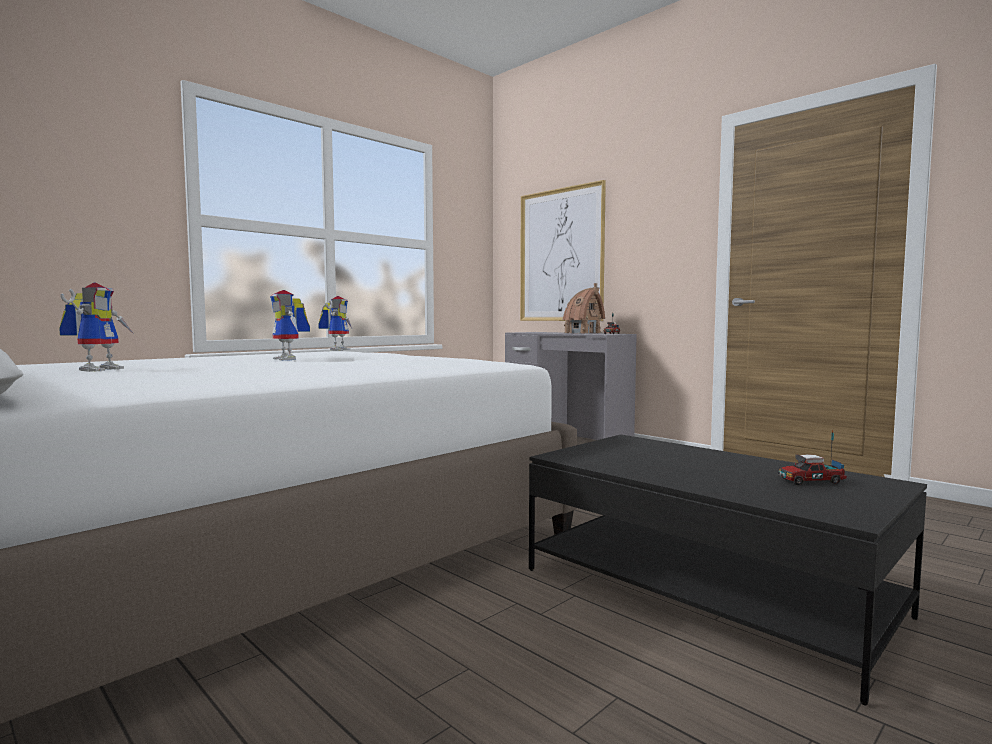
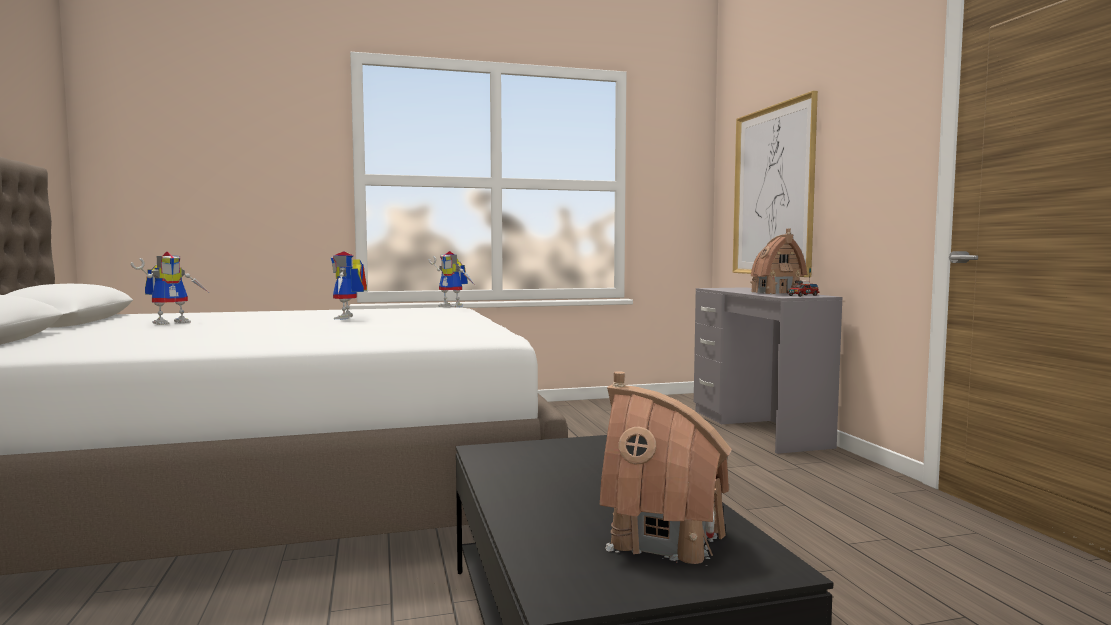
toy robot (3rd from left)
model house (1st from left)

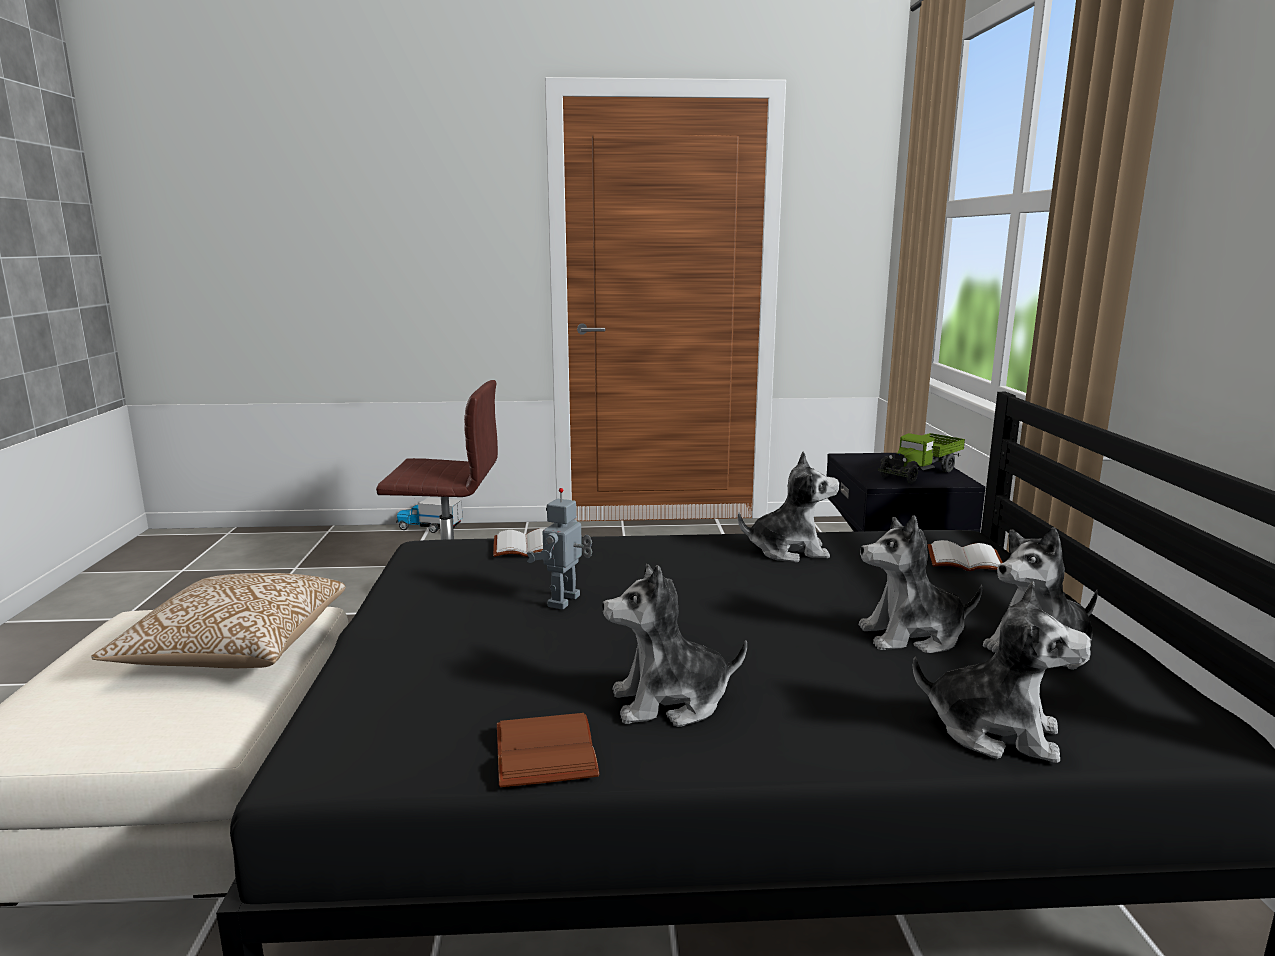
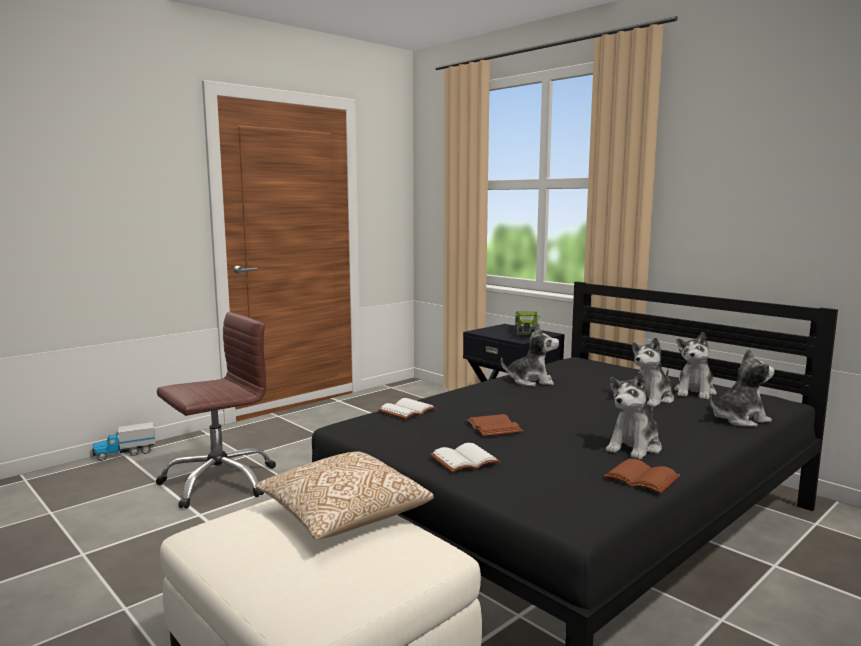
book/white-coloured (2nd from left)
book/brownish (1st from left)
plush toy (1st from left)

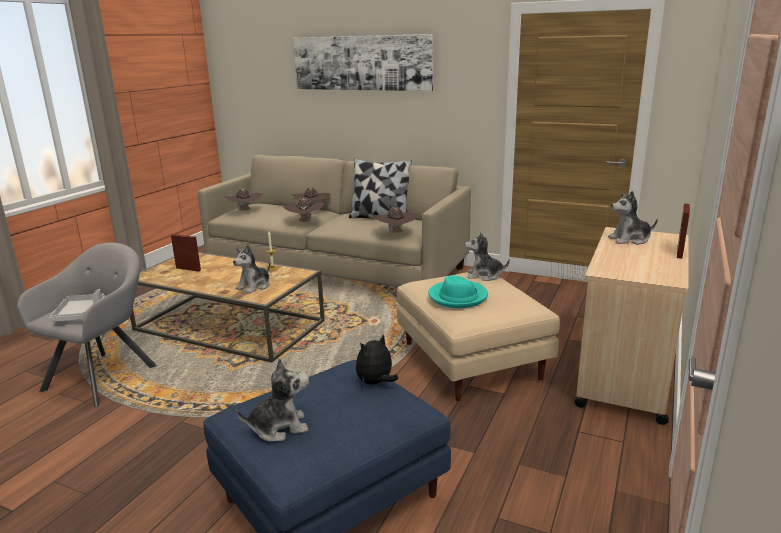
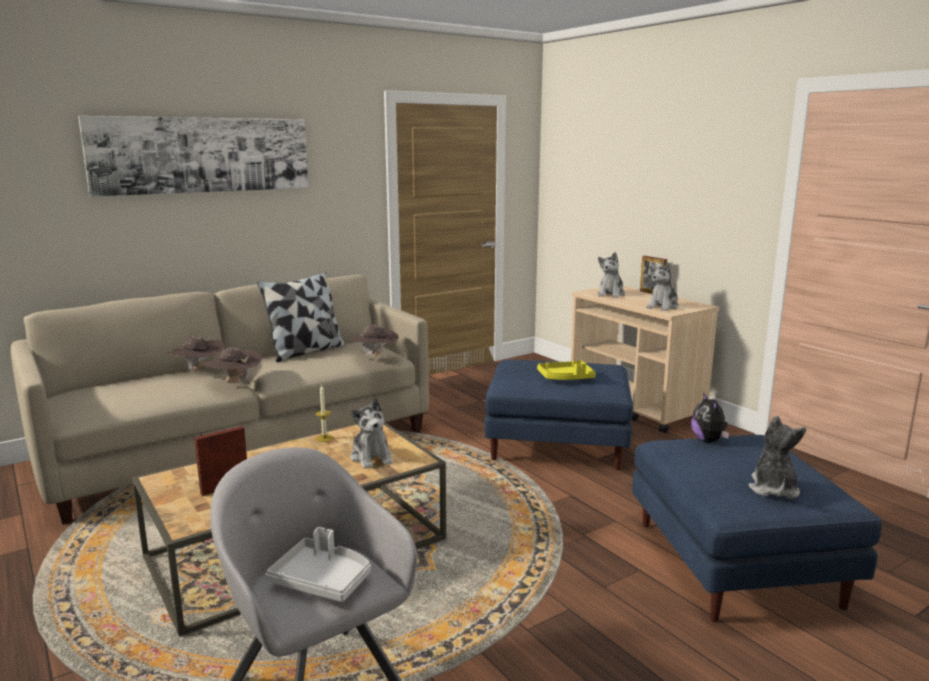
footrest/bluish (1st from left)
tray/yellowish
plush toy (3rd from left)
wearable hat/brownish (1st from left in the first image)

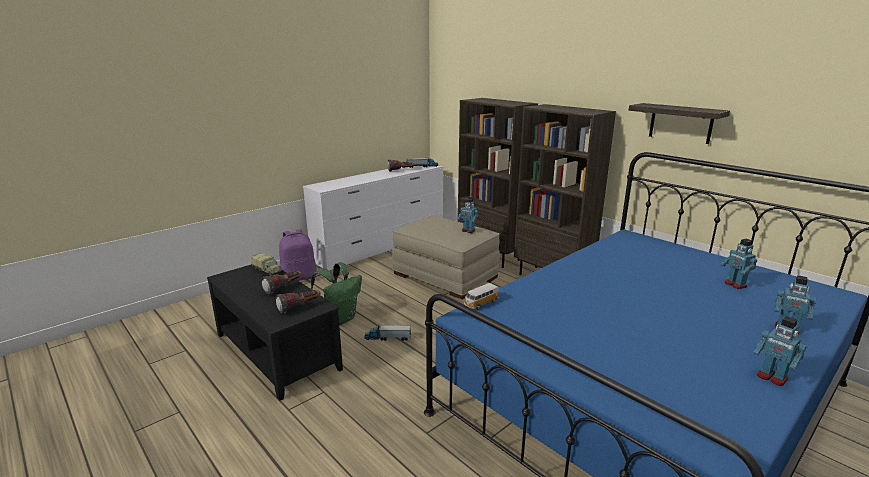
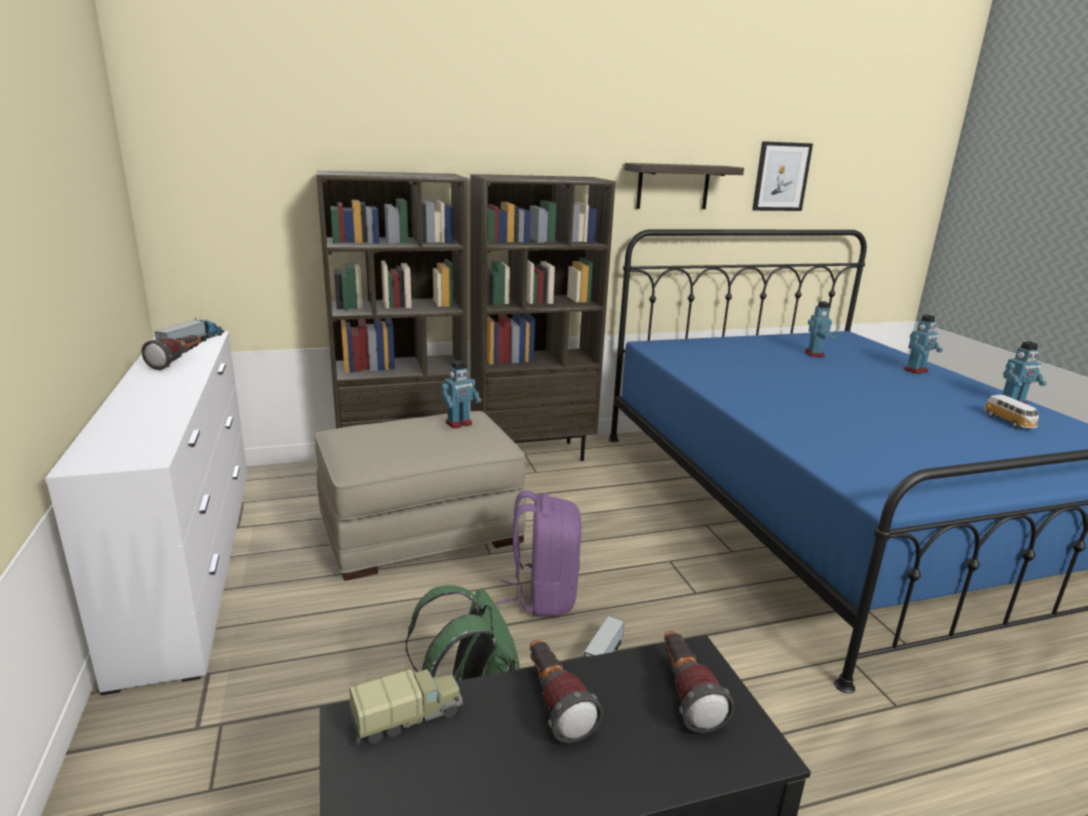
knapsack/purple-coloured
wall art
toy robot (2nd from left)
model car

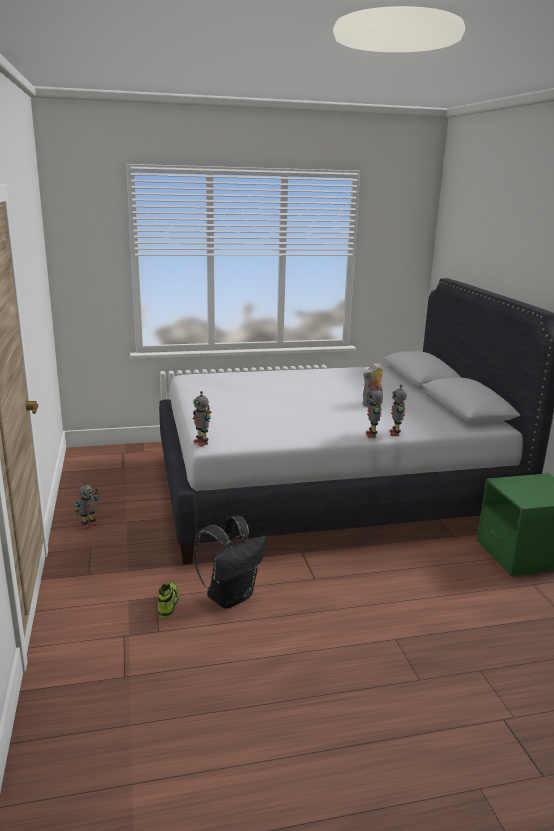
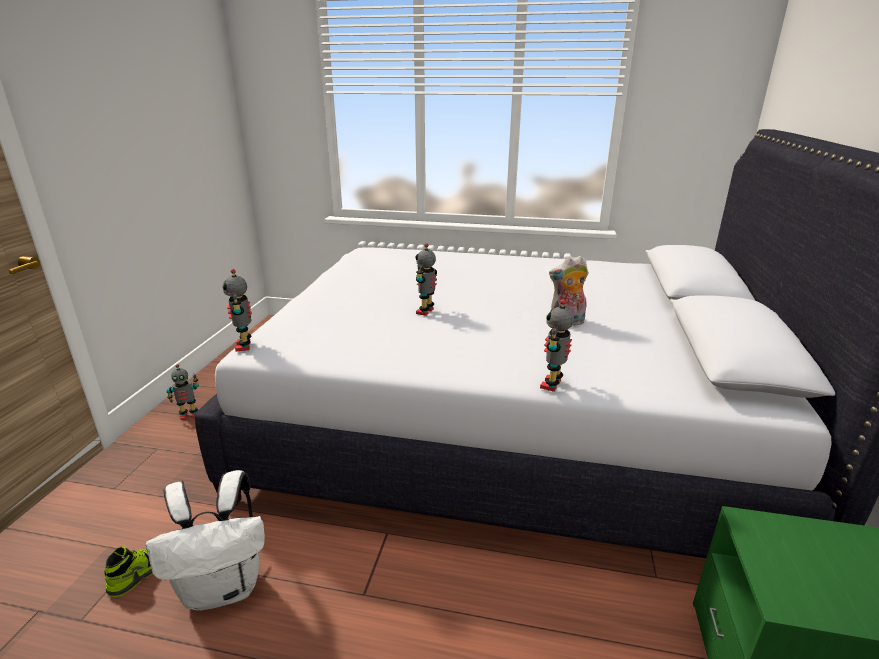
knapsack/white-coloured
toy robot (3rd from left)

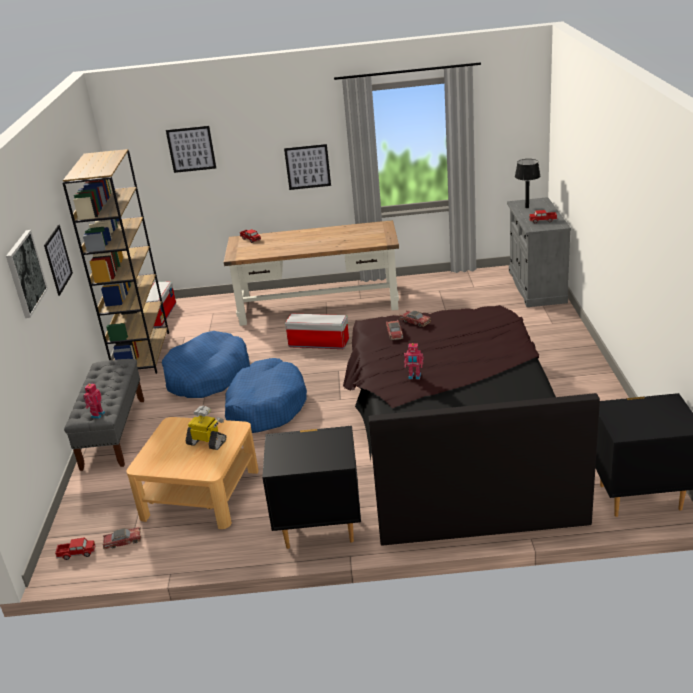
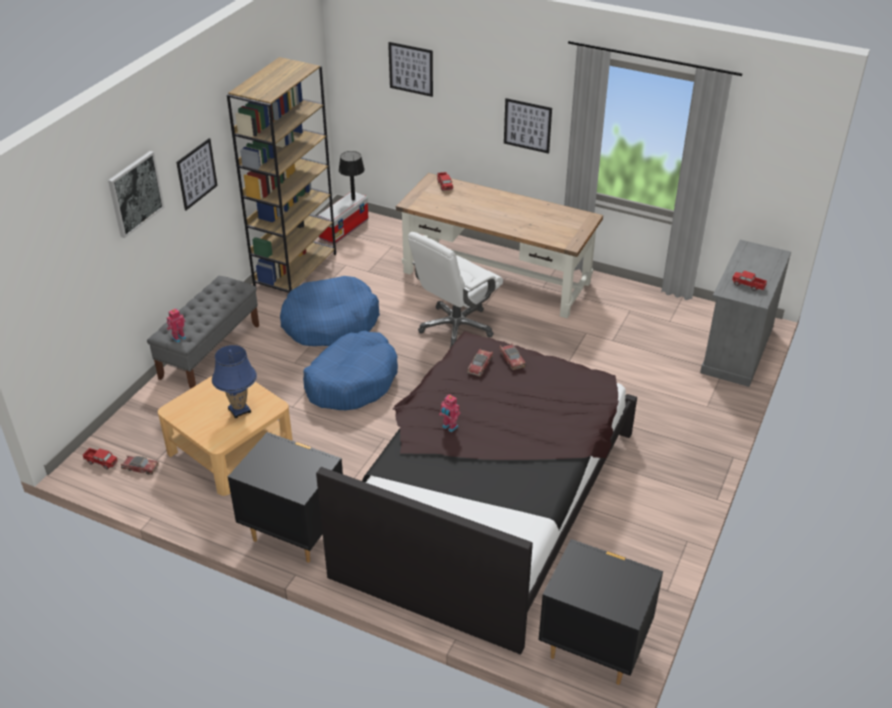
lamp for a table/bluish
lamp for a table/blackish
office chair/white-coloured

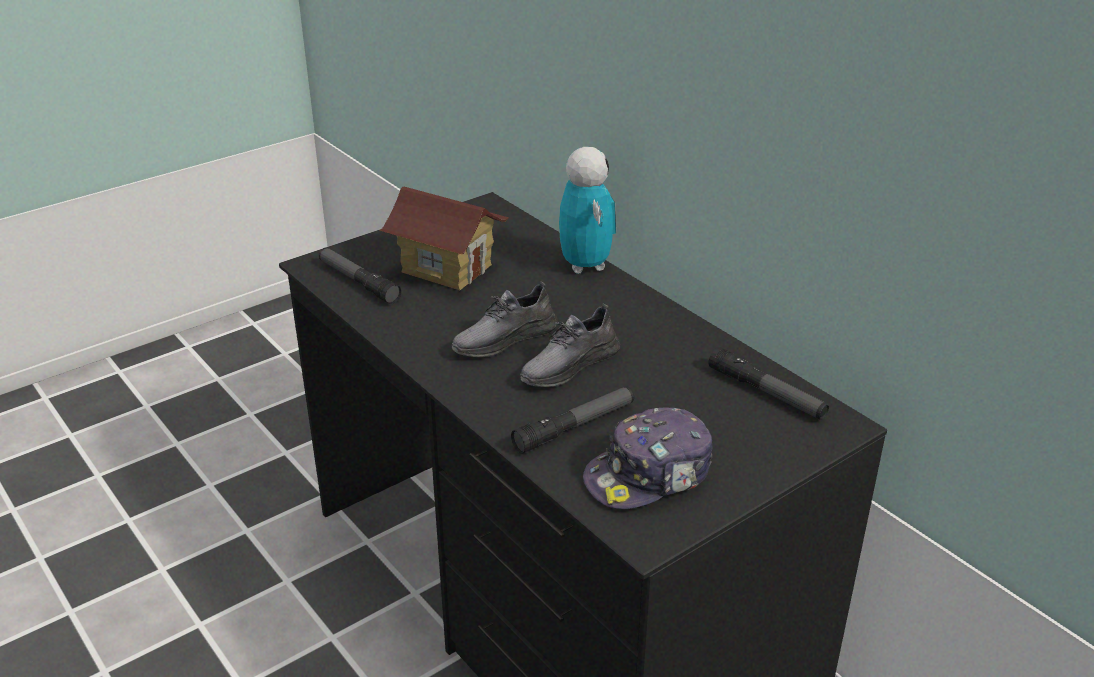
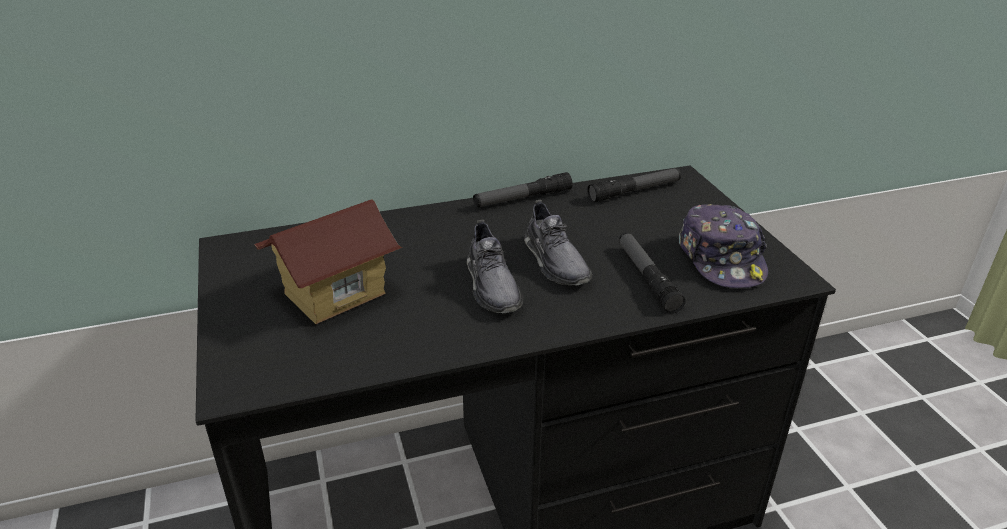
flashlight (1st from left)
toy robot

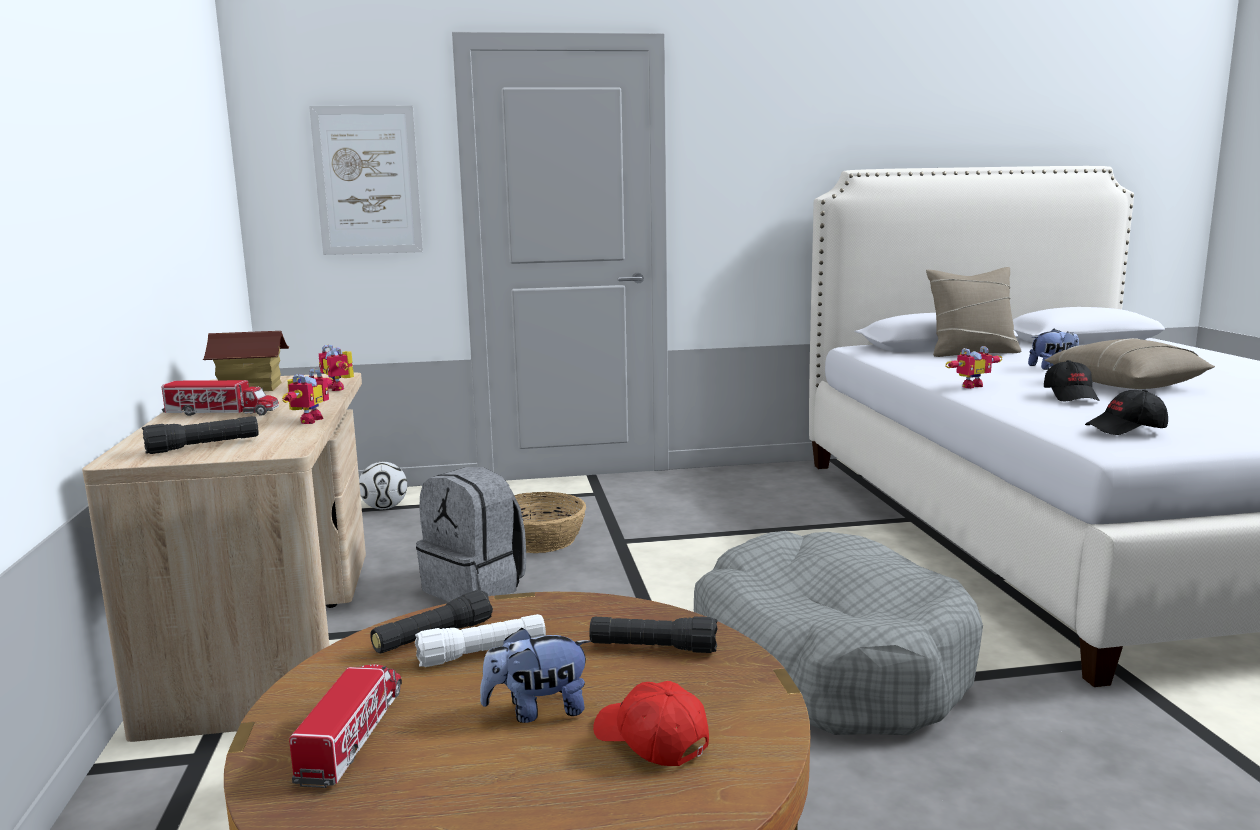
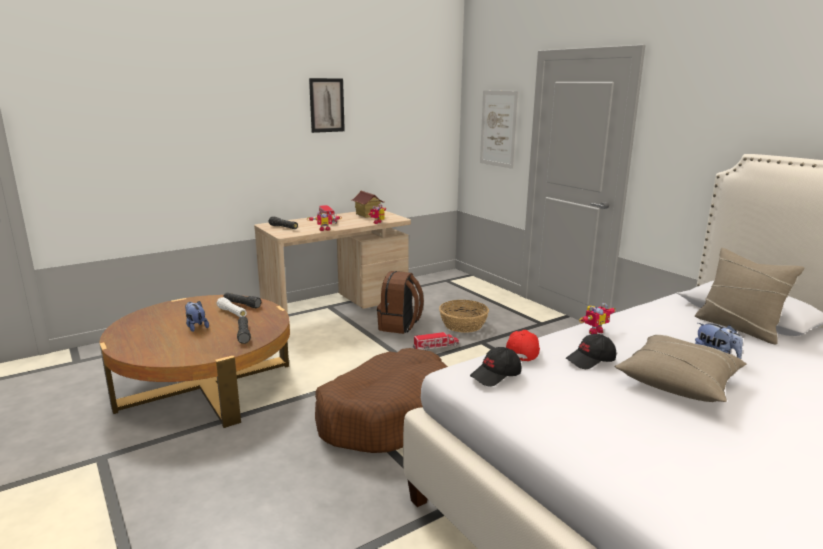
wall art (1st from left)
dog cushion/brownish
knapsack/brownish
model truck (2nd from left)
cap/blackish (1st from left)
cap/red
toy robot (3rd from left)
football ball

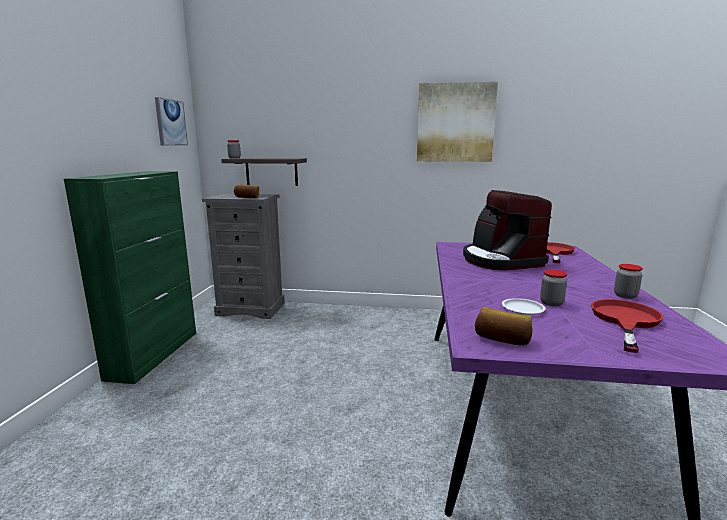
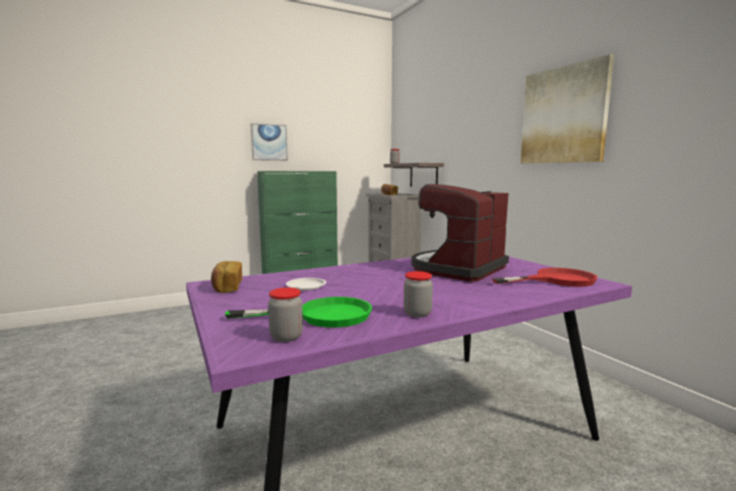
pan/greenish
wall art (1st from left)
preserve jar (1st from left)

